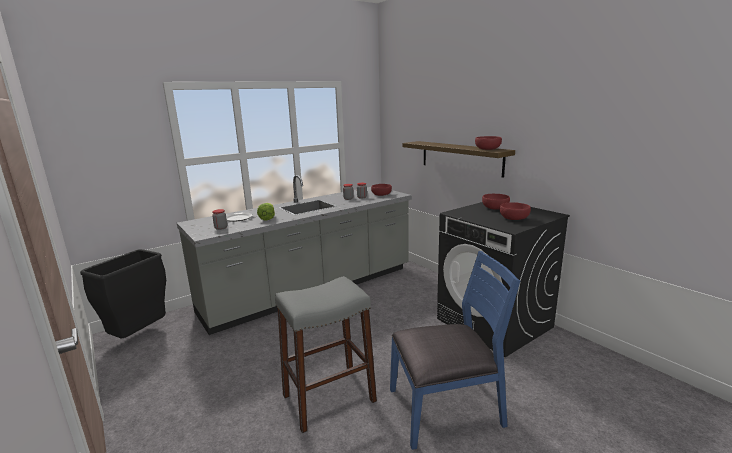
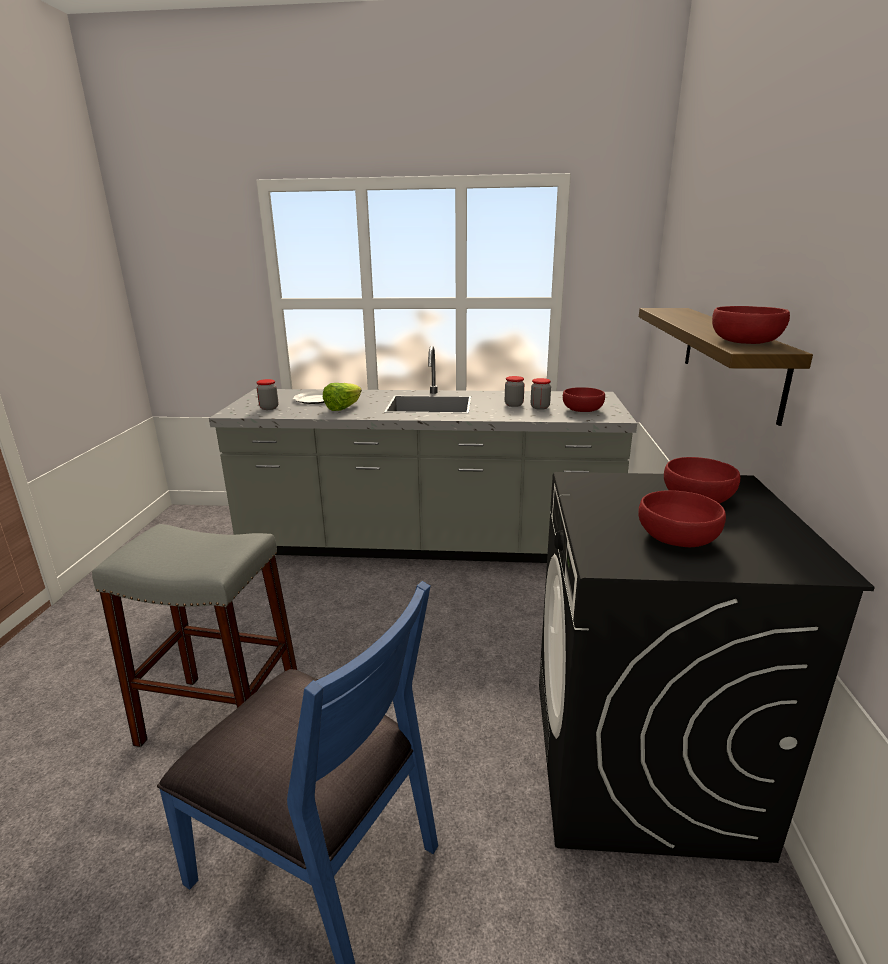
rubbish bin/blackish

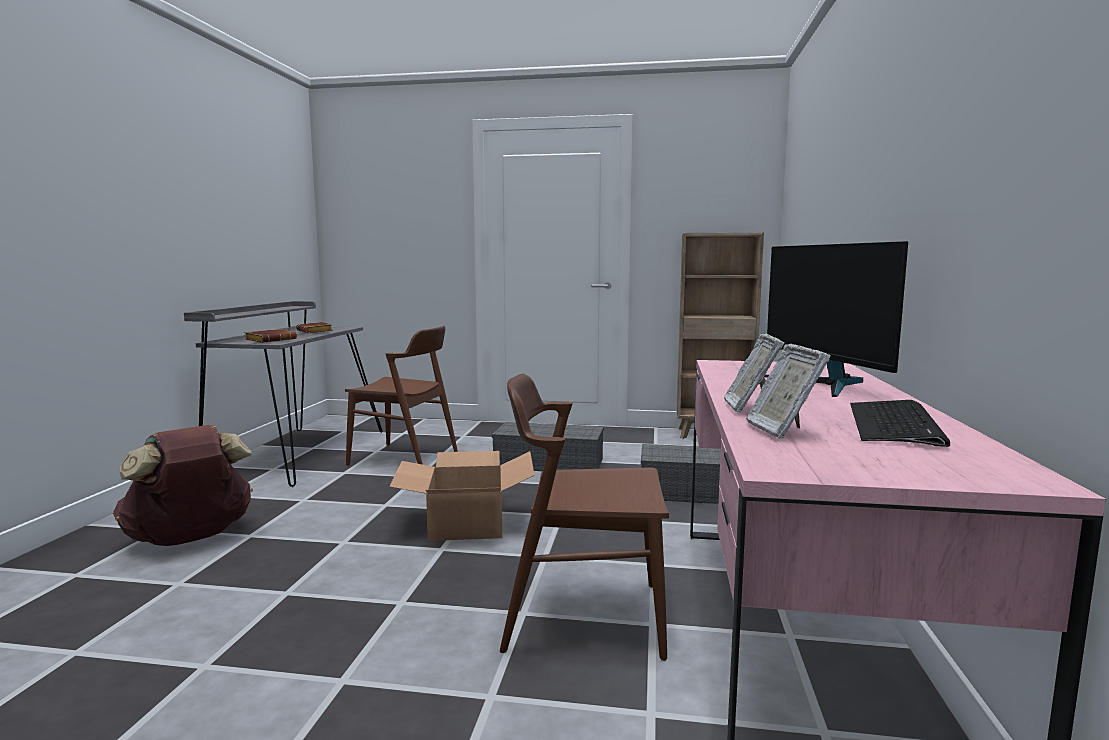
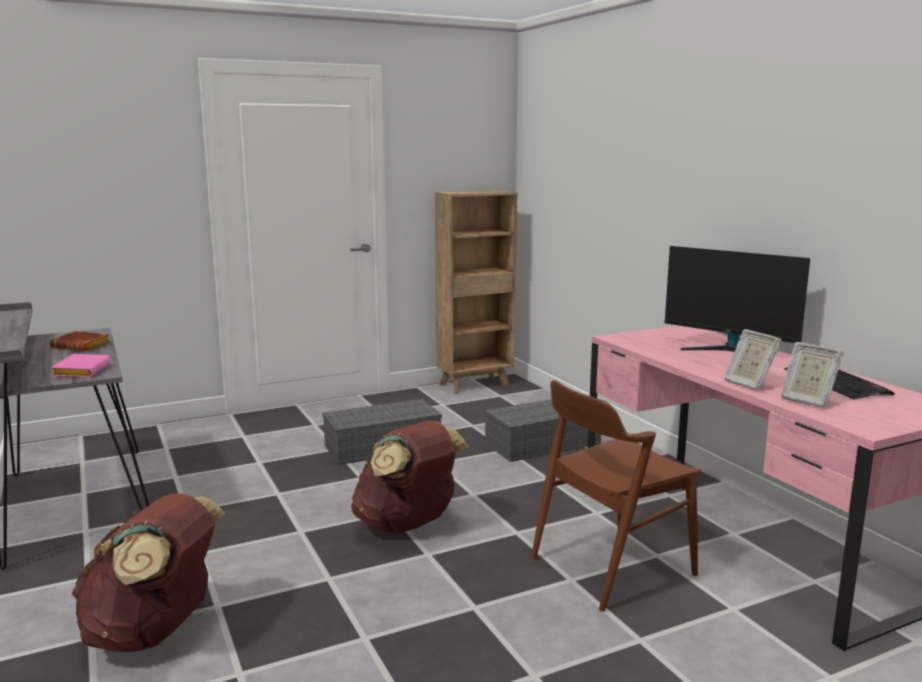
book/pink-coloured
knapsack/brownish (2nd from left)
plain chair/brownish (1st from left in the first image)

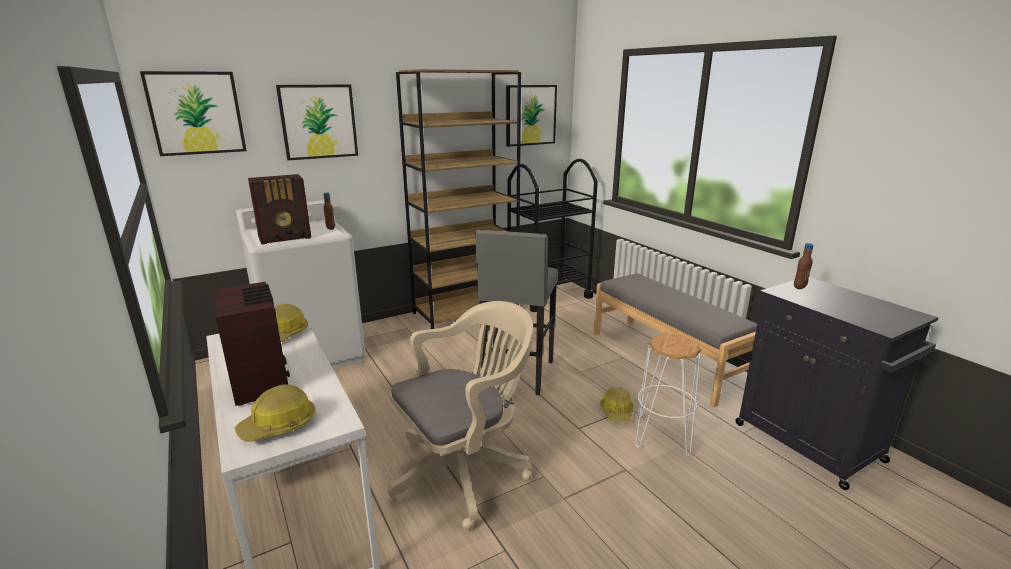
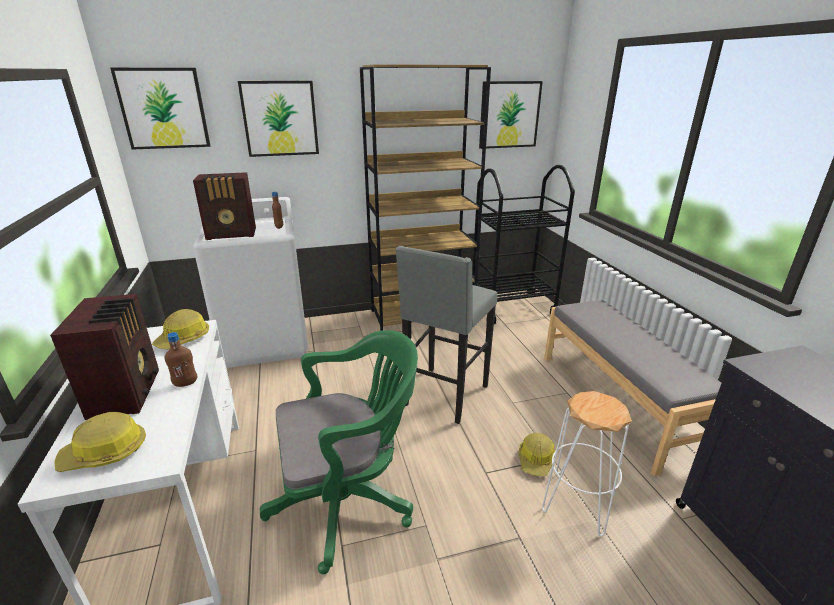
drink bottle/brownish (1st from left)
office chair/greenish

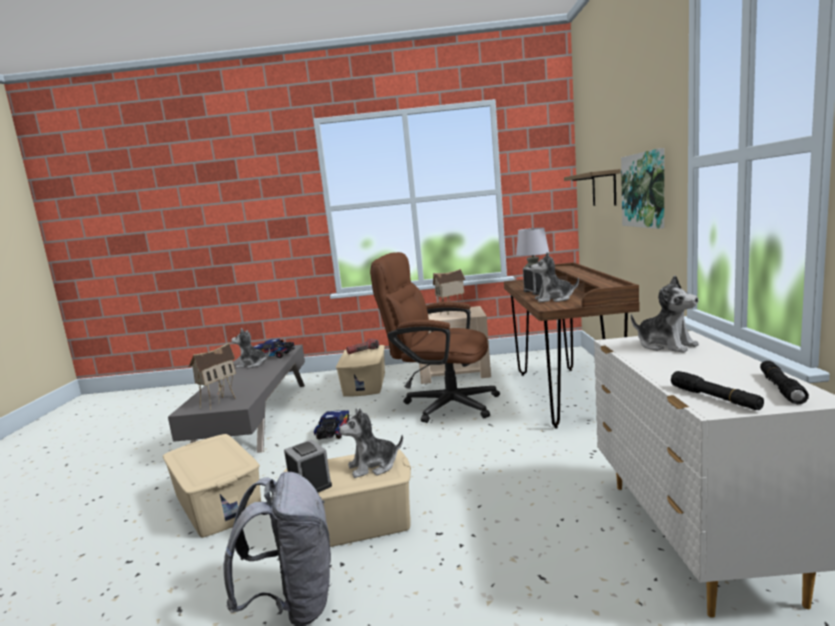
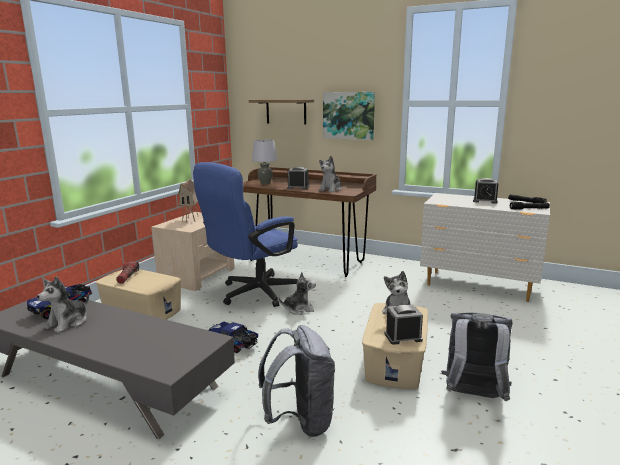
office chair/bluish
knapsack/greyish (1st from left)
plush toy (2nd from left)
alarm clock (3rd from left)
model house (1st from left in the first image)

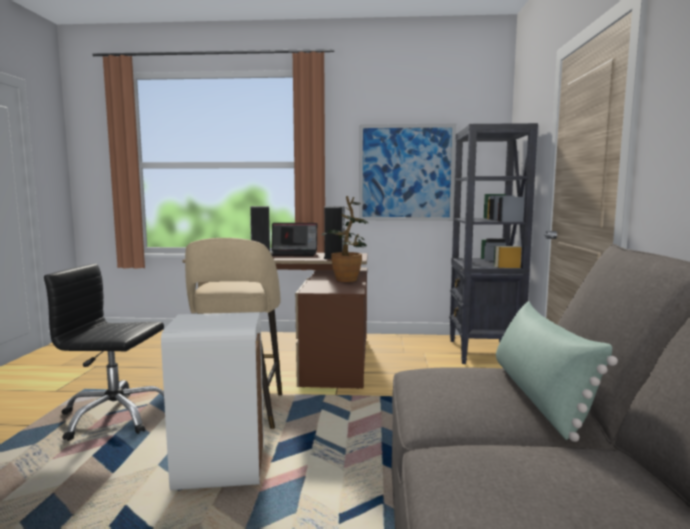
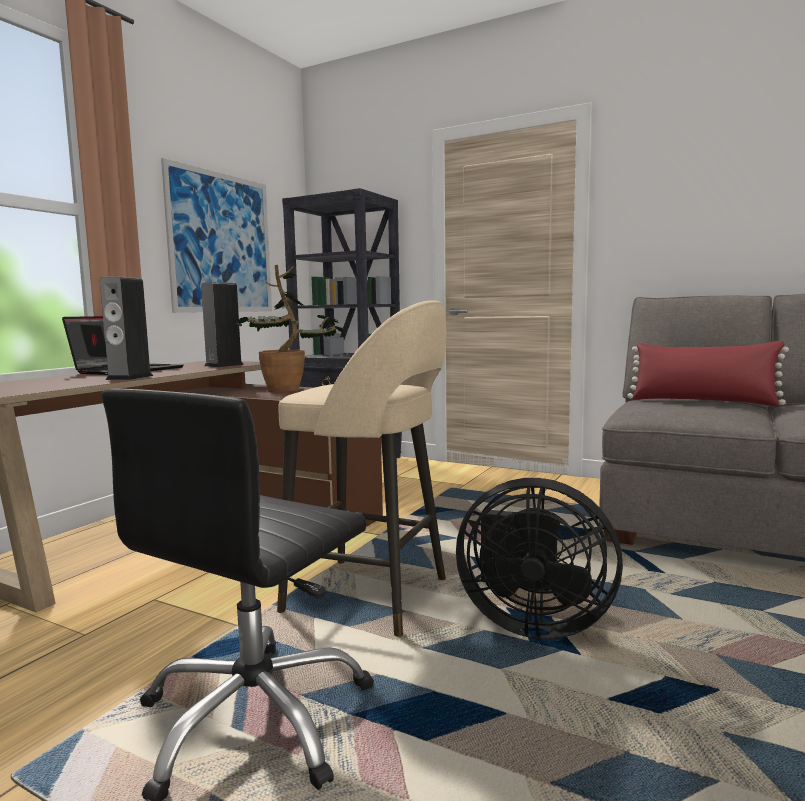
fan/blackish
throw pillow/red

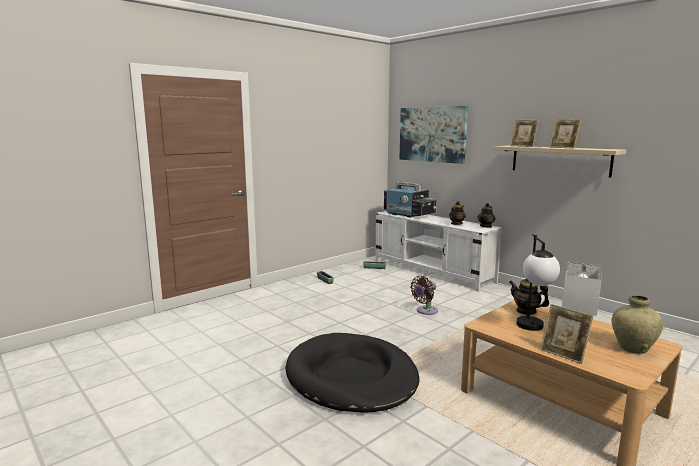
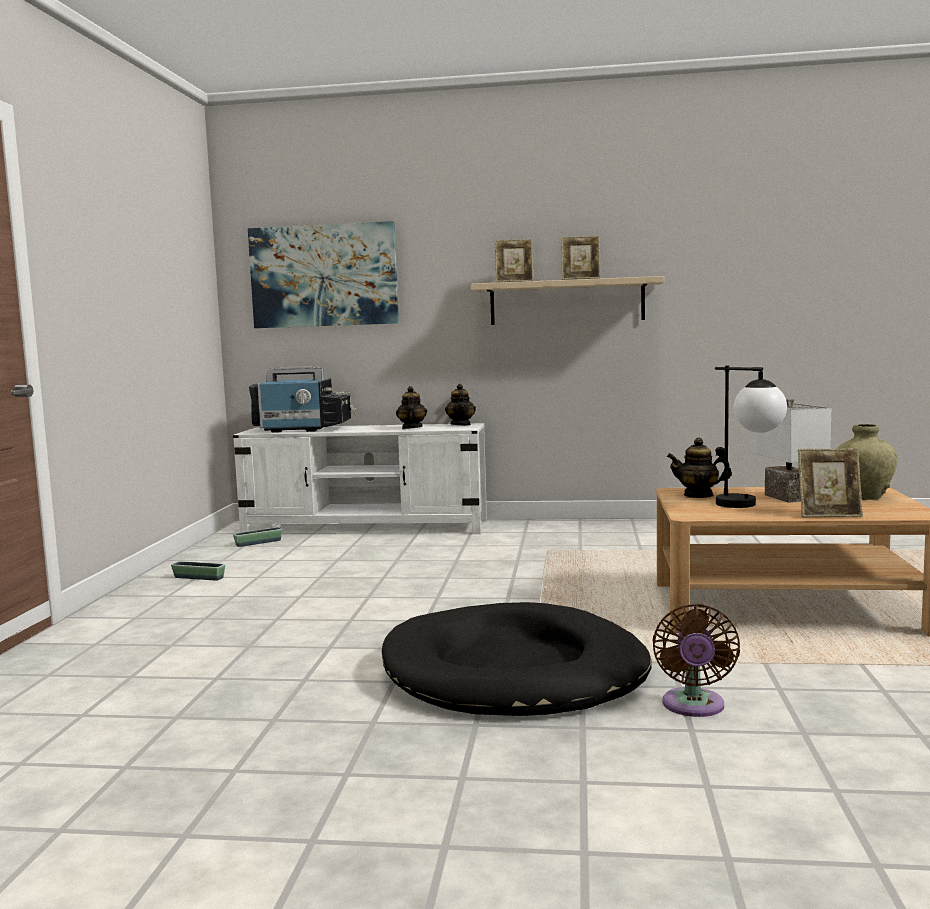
fan/brownish

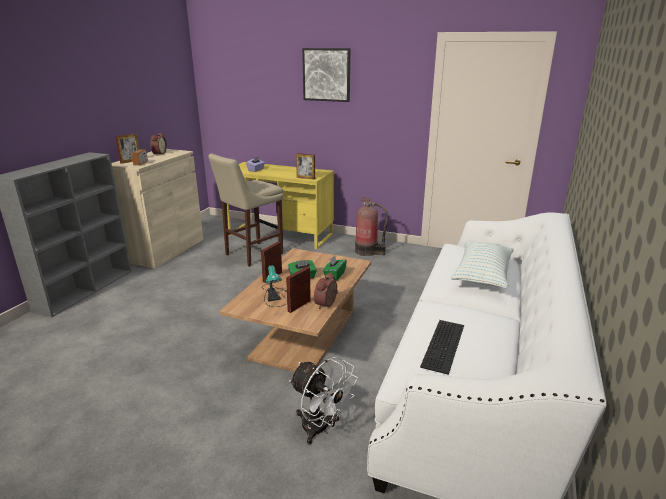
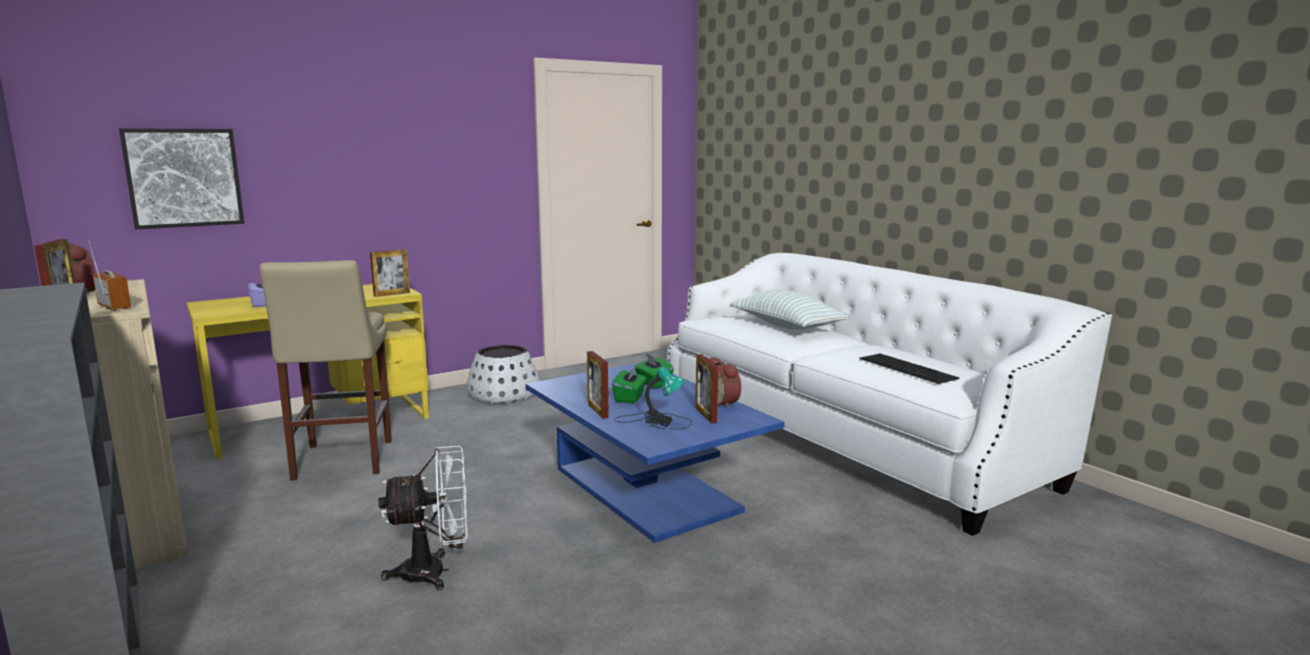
wall art
fan/white-coloured
planter/white-coloured
lounge table/bluish

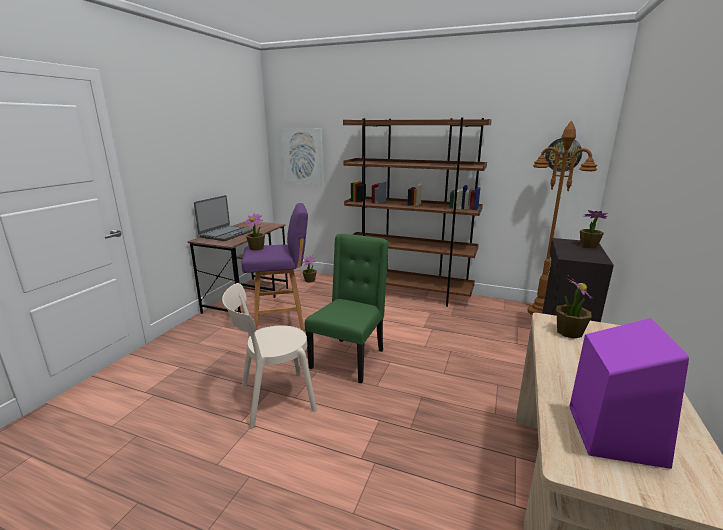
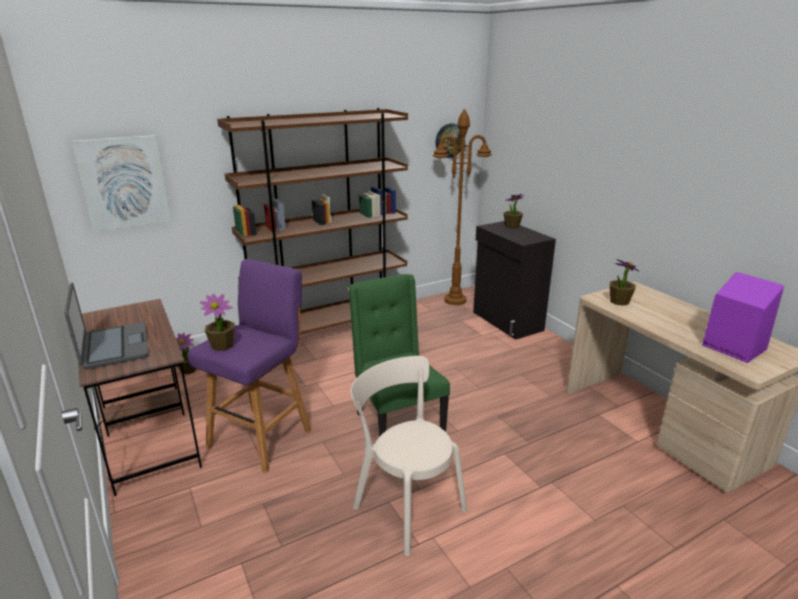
plain chair/sand-coloured

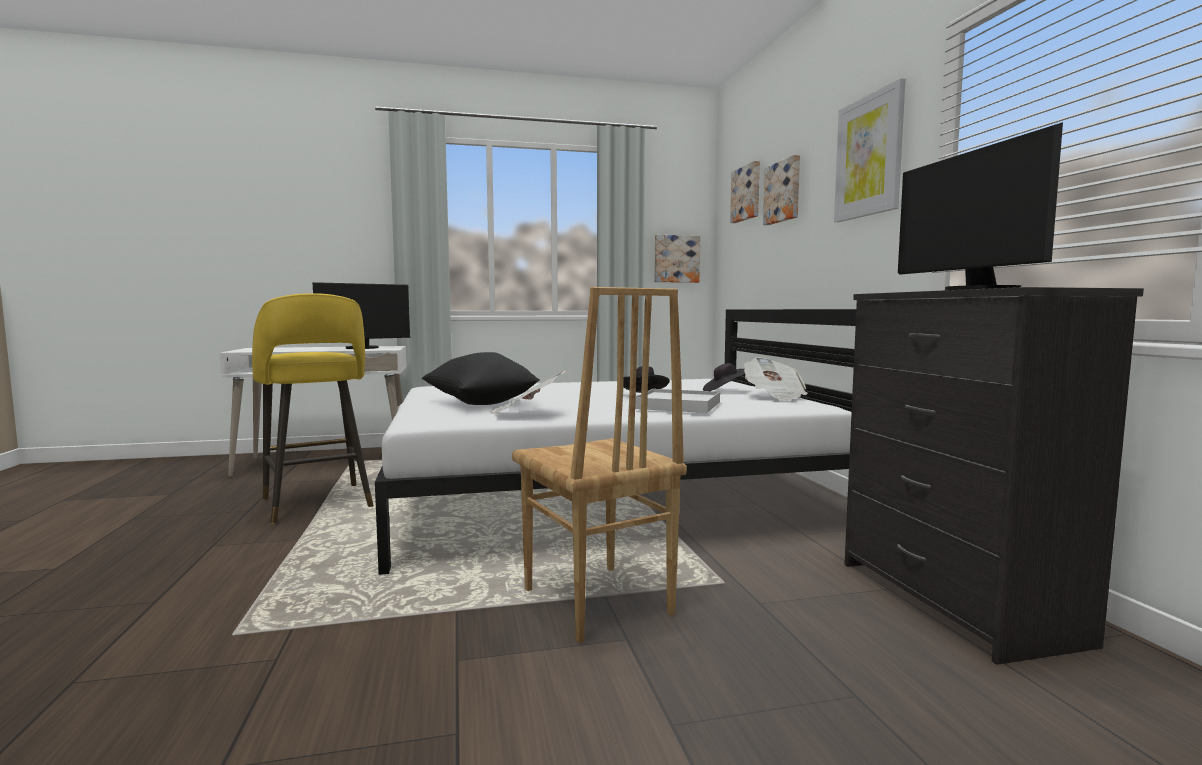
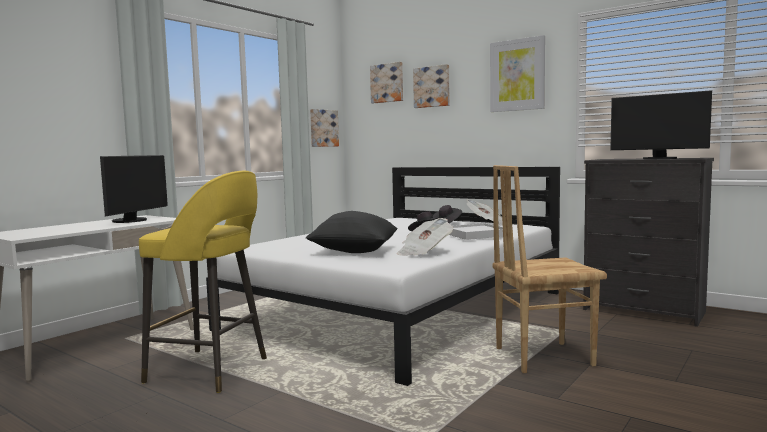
plain chair/brownish

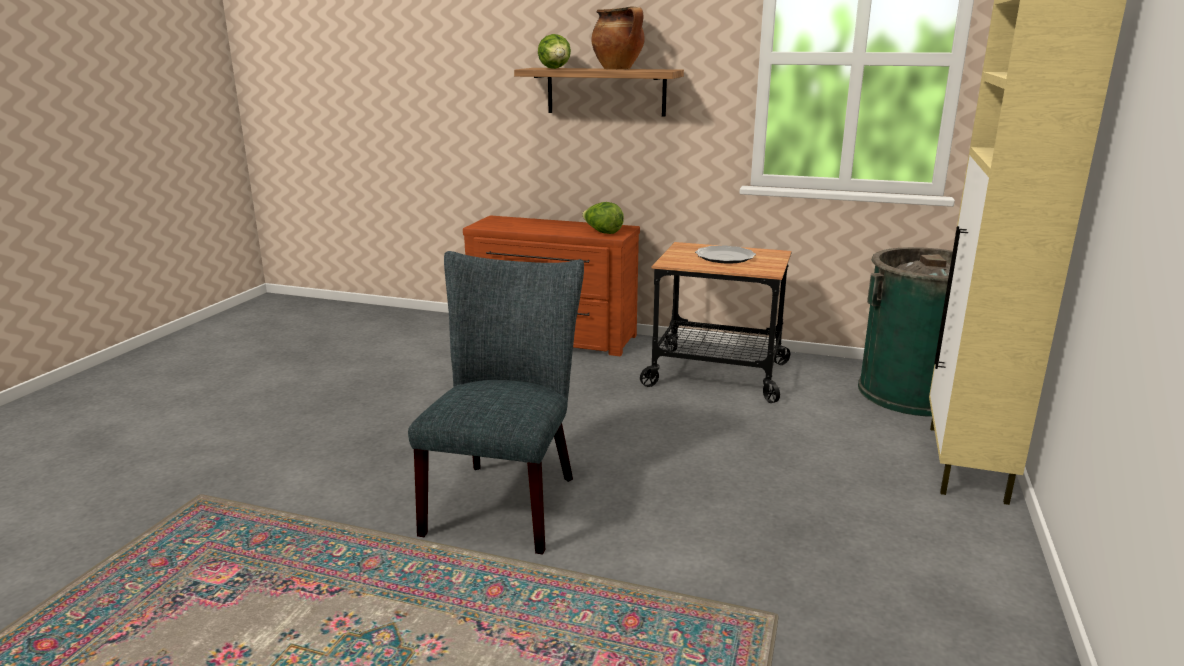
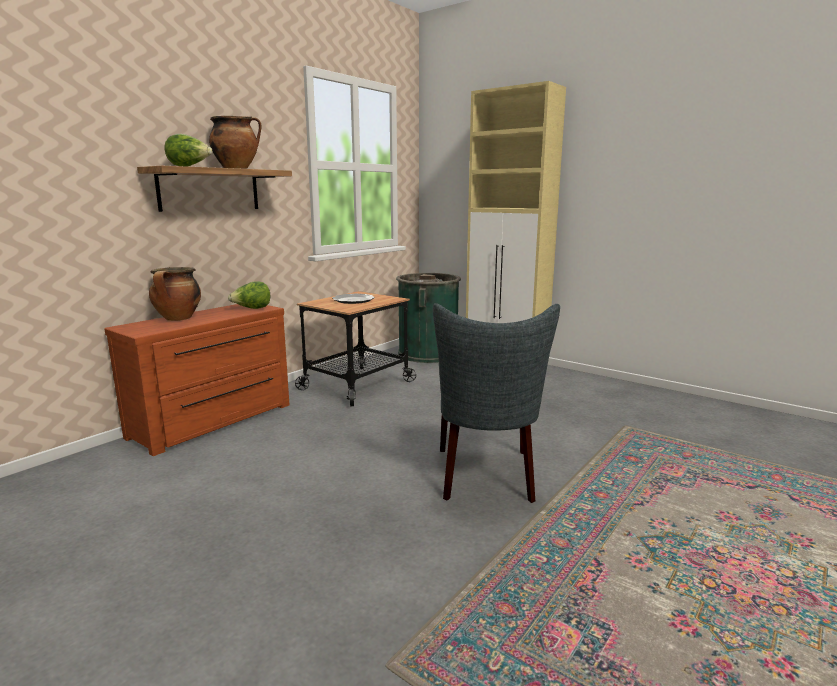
saucepot (1st from left)
plain chair/greyish

